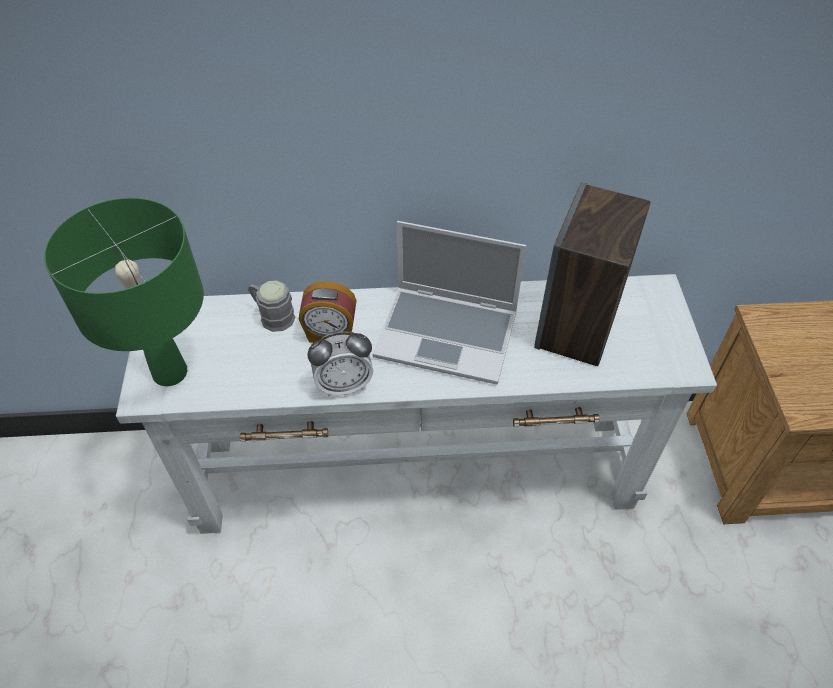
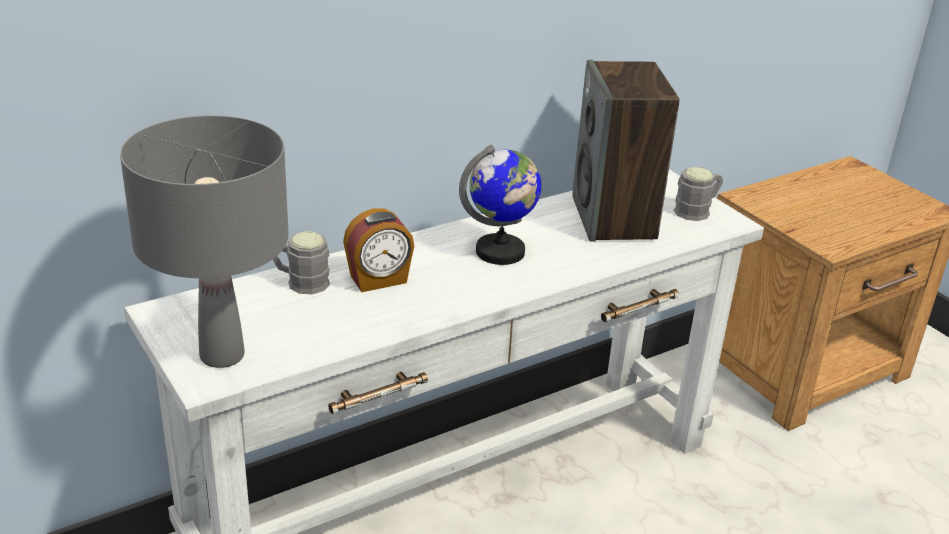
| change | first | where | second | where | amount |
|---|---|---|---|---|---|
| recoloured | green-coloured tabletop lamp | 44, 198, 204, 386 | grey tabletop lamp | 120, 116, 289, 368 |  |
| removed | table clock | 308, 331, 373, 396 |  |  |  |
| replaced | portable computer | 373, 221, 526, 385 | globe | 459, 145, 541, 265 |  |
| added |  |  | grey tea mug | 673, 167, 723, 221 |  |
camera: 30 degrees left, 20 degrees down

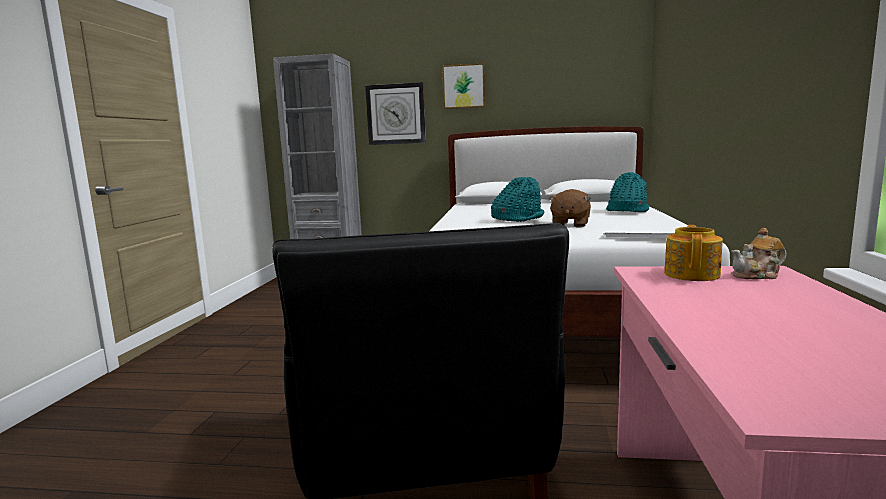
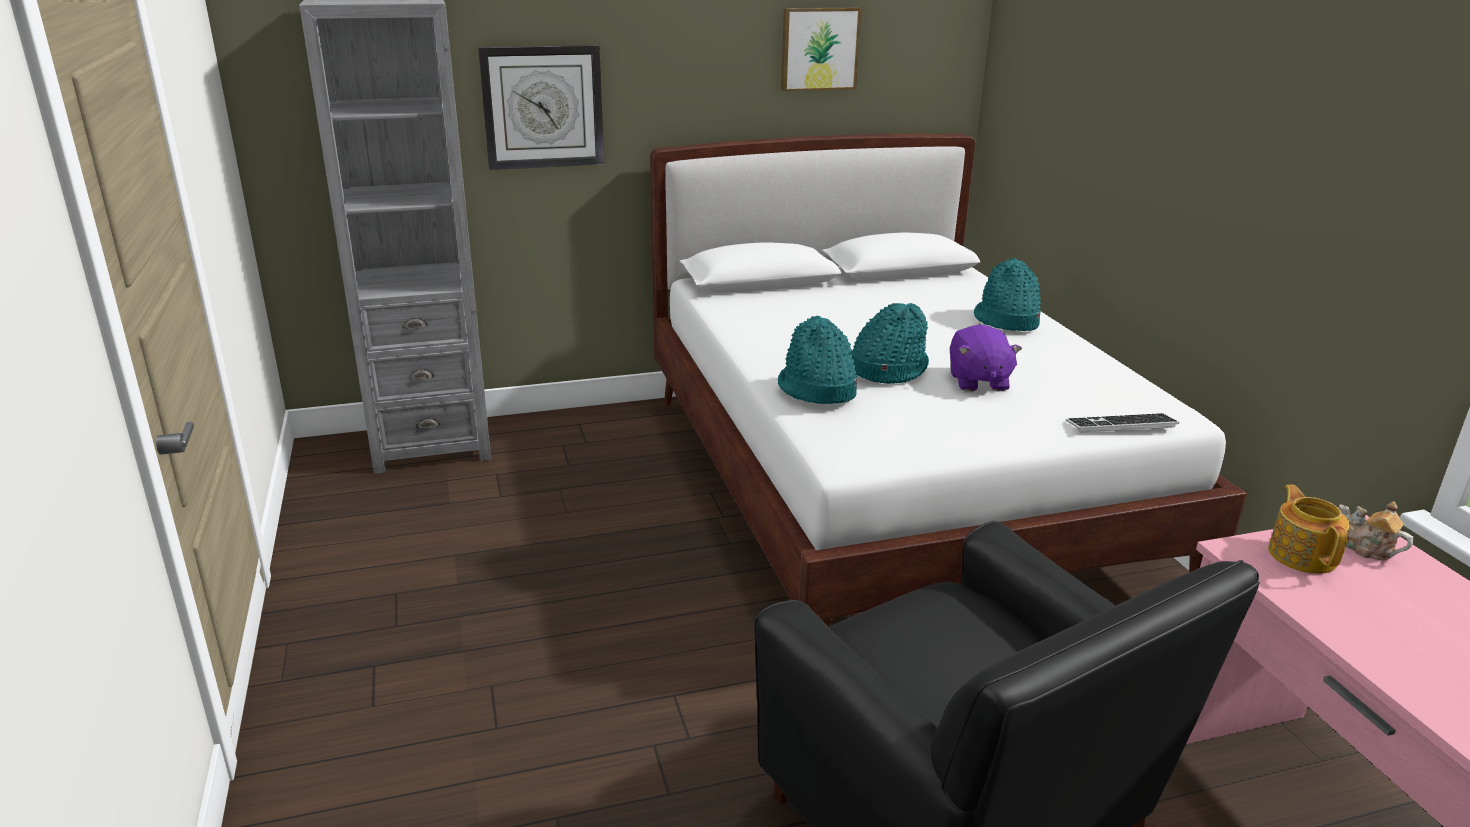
| change | first | where | second | where | amount |
|---|---|---|---|---|---|
| moved | picture | 442, 63, 485, 109 |  | 781, 7, 861, 92 |  |
| recoloured | brown-coloured cuddly toy | 548, 189, 591, 227 | purple-coloured cuddly toy | 950, 325, 1022, 392 |  |
| turned | teapot | 731, 228, 786, 279 |  | 1339, 501, 1413, 560 | 90 degrees clockwise |
| added |  |  | blue-green wearable hat | 778, 316, 857, 404 |  |
camera: 25 degrees left, 15 degrees up

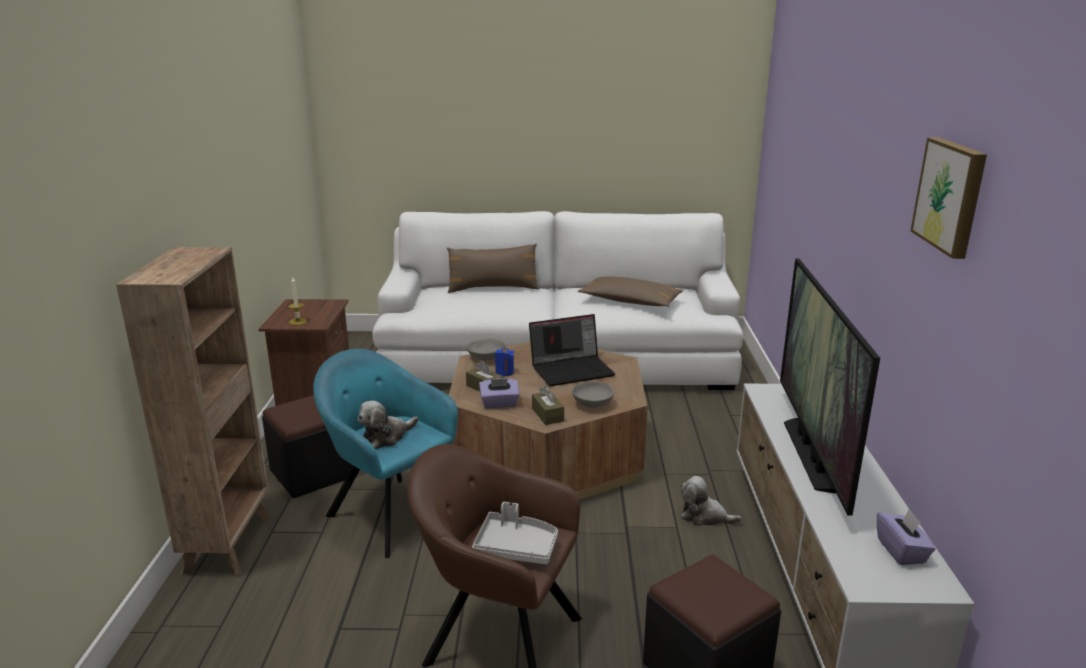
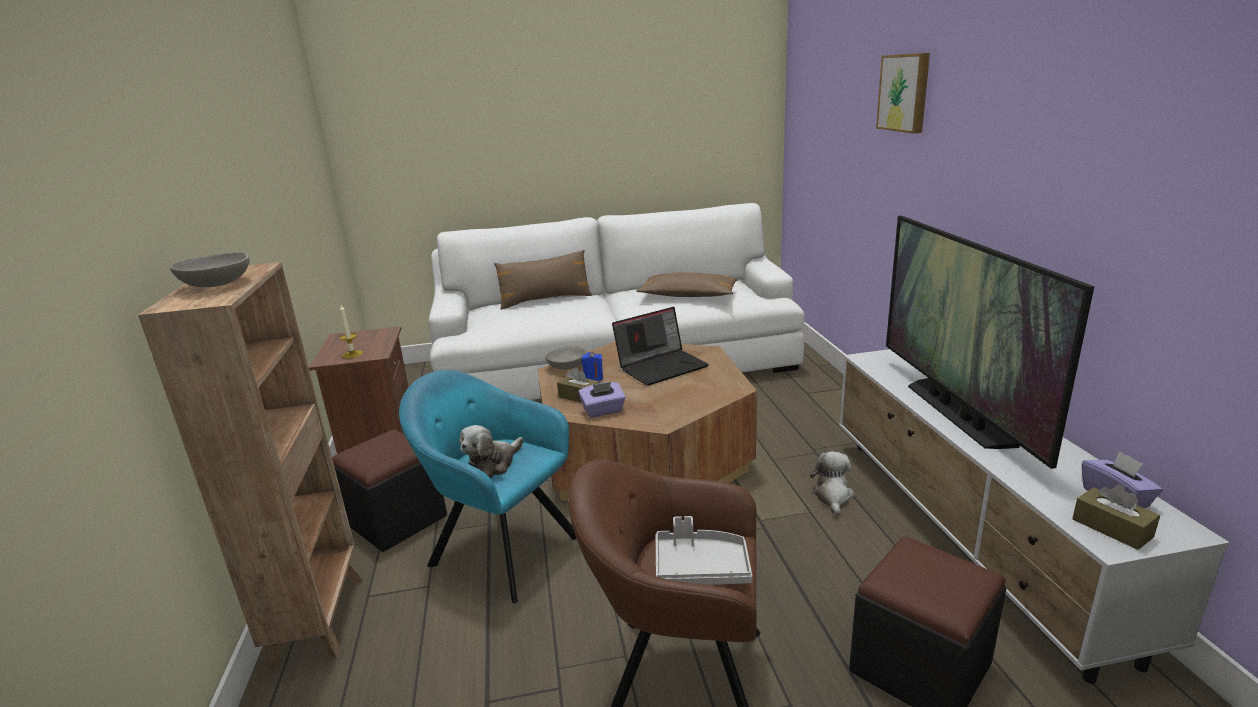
| change | first | where | second | where | amount |
|---|---|---|---|---|---|
| moved | brown-coloured tissue box | 532, 386, 564, 425 |  | 1072, 485, 1160, 550 |  |
| moved | grey deep dish | 572, 382, 614, 408 |  | 170, 252, 249, 287 |  |
| turned | cuddly toy | 680, 476, 742, 526 |  | 810, 451, 854, 516 | 90 degrees clockwise |
| moved | picture | 911, 137, 987, 259 |  | 876, 53, 930, 134 |  |
camera: 10 degrees left, 0 degrees up

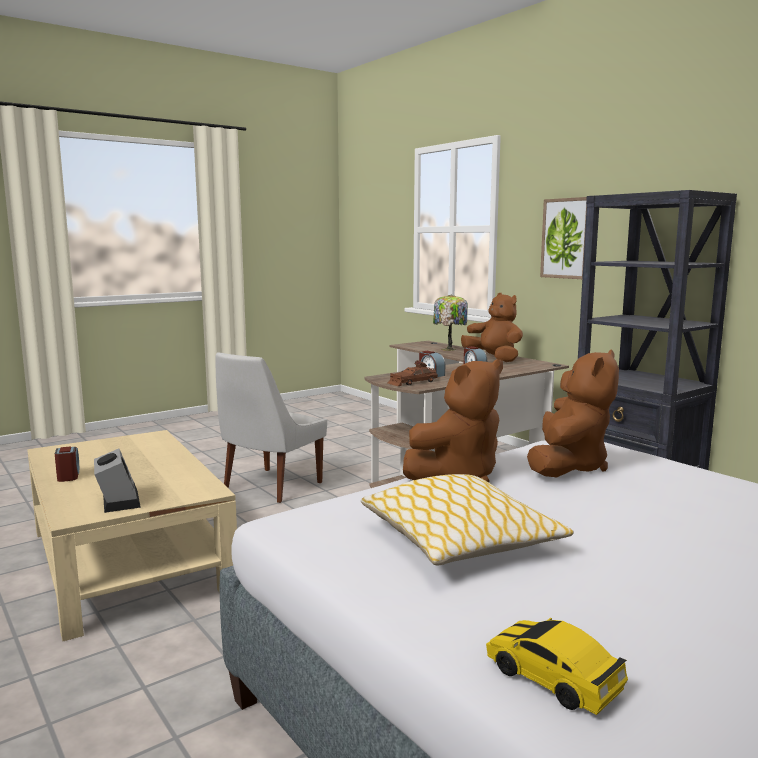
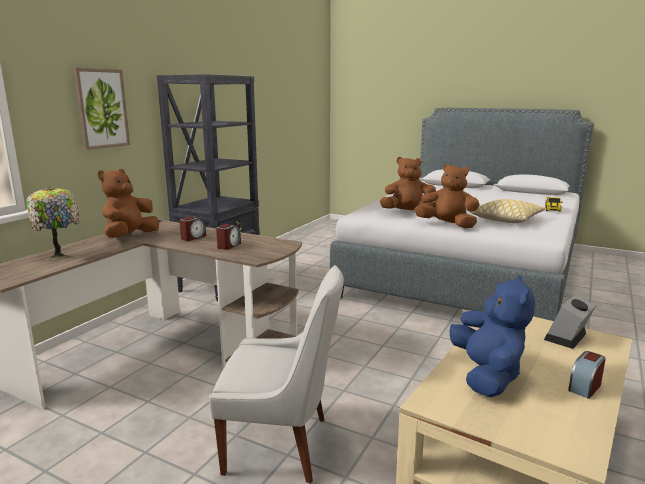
| change | first | where | second | where | amount |
|---|---|---|---|---|---|
| removed | brown-coloured miniature car | 388, 360, 438, 386 |  |  |  |
| added |  |  | blue-coloured cuddly toy | 449, 275, 535, 398 |  |
camera: 115 degrees left, 5 degrees up

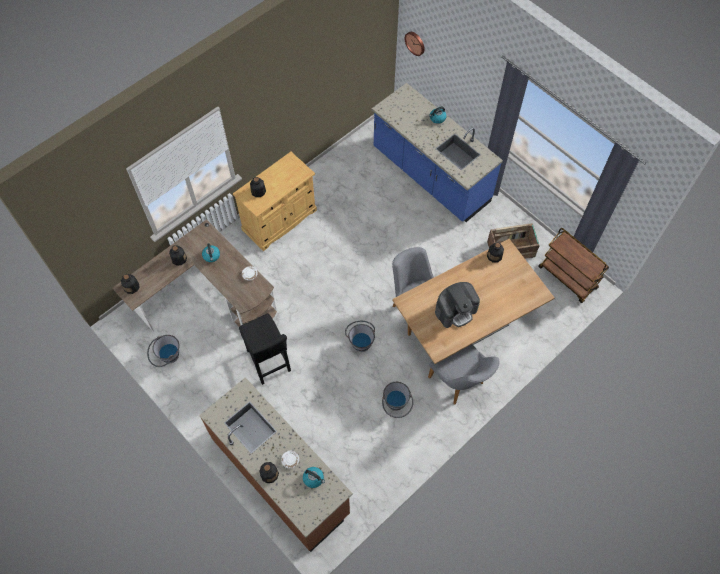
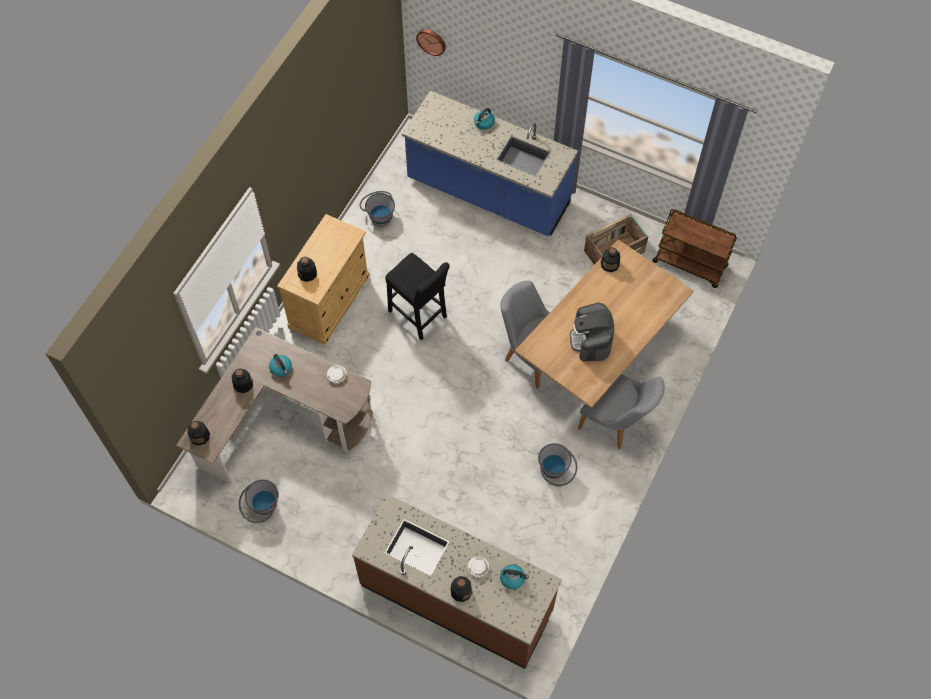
| change | first | where | second | where | amount |
|---|---|---|---|---|---|
| moved | black-coloured stool seat | 239, 314, 291, 385 |  | 385, 253, 450, 341 |  |
| moved | grey pail | 345, 321, 375, 352 |  | 360, 191, 395, 227 |  |
| turned | coffee brewer | 435, 282, 480, 328 |  | 570, 303, 614, 362 | 135 degrees clockwise |
camera: 20 degrees left, 0 degrees up

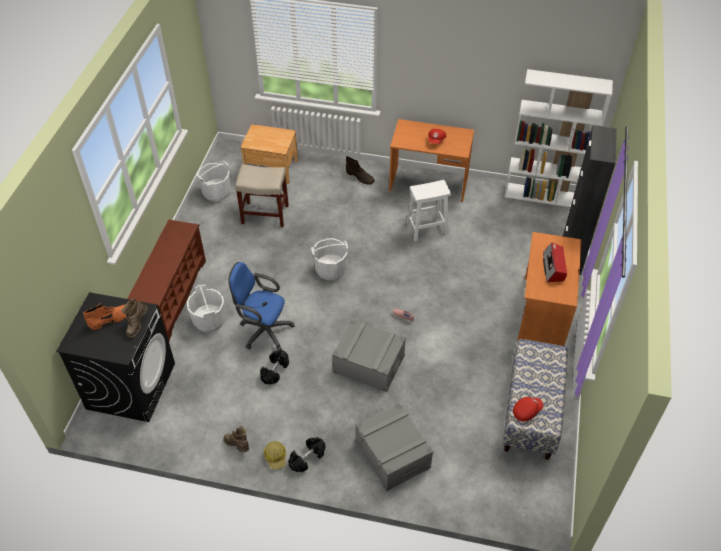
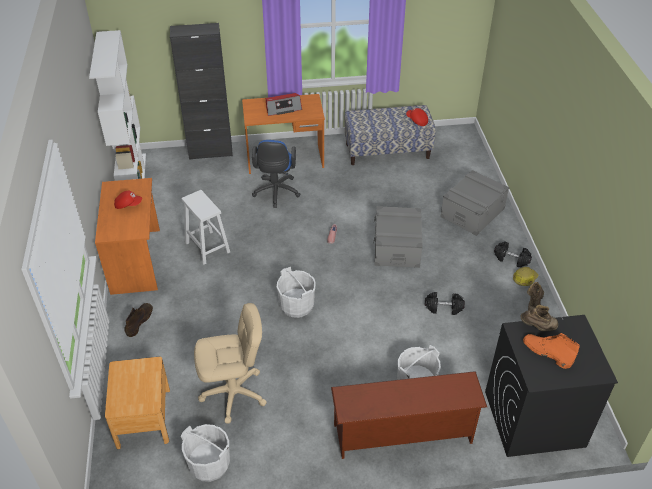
| change | first | where | second | where | amount |
|---|---|---|---|---|---|
| moved | blue-coloured office chair | 229, 262, 295, 350 |  | 252, 140, 300, 208 |  |
| replaced | beige-coloured stool seat | 235, 164, 289, 227 | beige-coloured office chair | 194, 303, 267, 424 |  |
camera: 110 degrees left, 5 degrees down

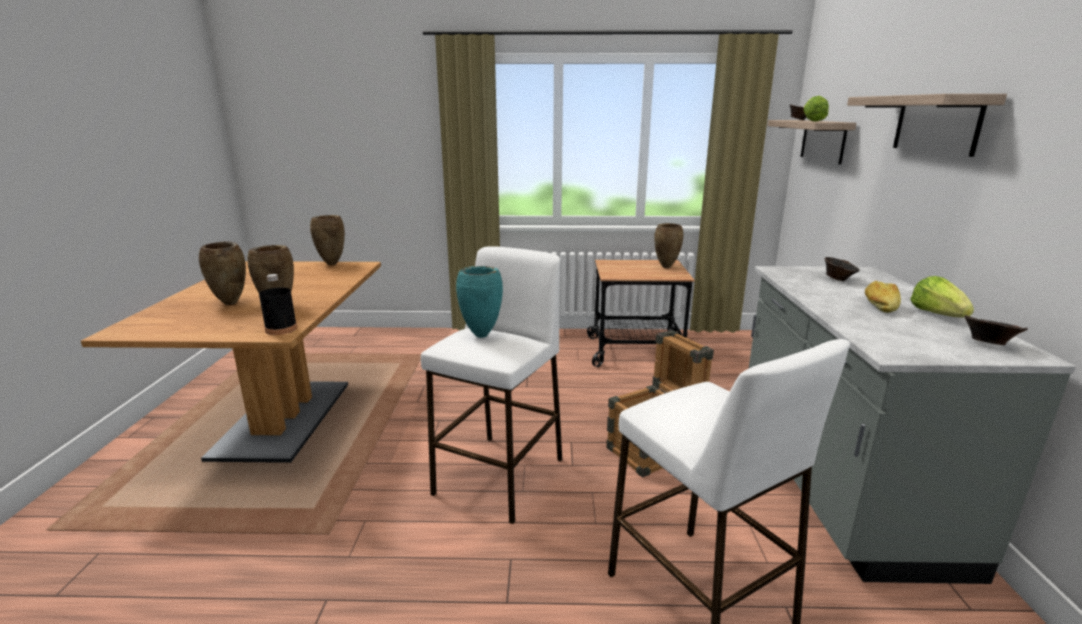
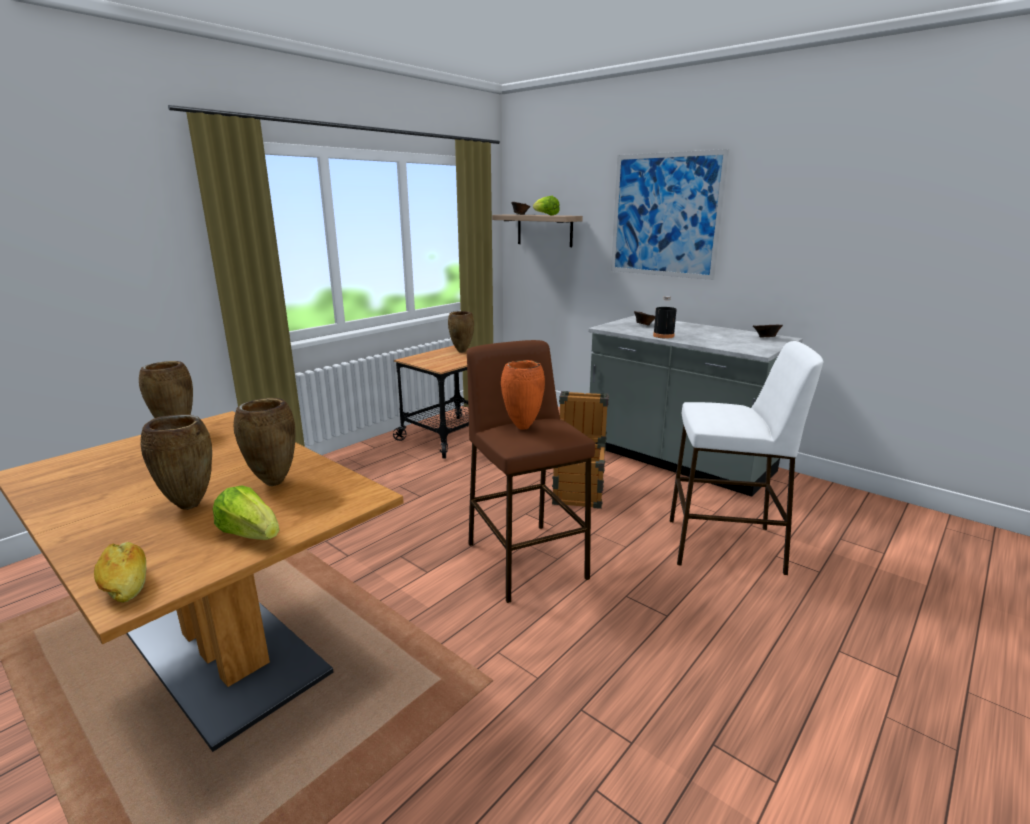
| change | first | where | second | where | amount |
|---|---|---|---|---|---|
| moved | black-coloured drink bottle | 259, 274, 297, 335 |  | 653, 296, 677, 339 |  |
| recoloured | whitish stool seat | 421, 246, 562, 524 | brown-coloured stool seat | 467, 340, 595, 603 |  |
| recoloured | blue-green vase | 456, 266, 503, 338 | orangey vase | 501, 360, 545, 430 |  |
| replaced | shelf | 847, 94, 1007, 157 | picture | 611, 149, 730, 280 |  |
| moved | baked bread | 865, 281, 901, 313 |  | 94, 542, 146, 603 |  |
| moved | head of lettuce | 910, 276, 974, 318 |  | 213, 485, 279, 540 |  |
camera: 50 degrees left, 0 degrees up

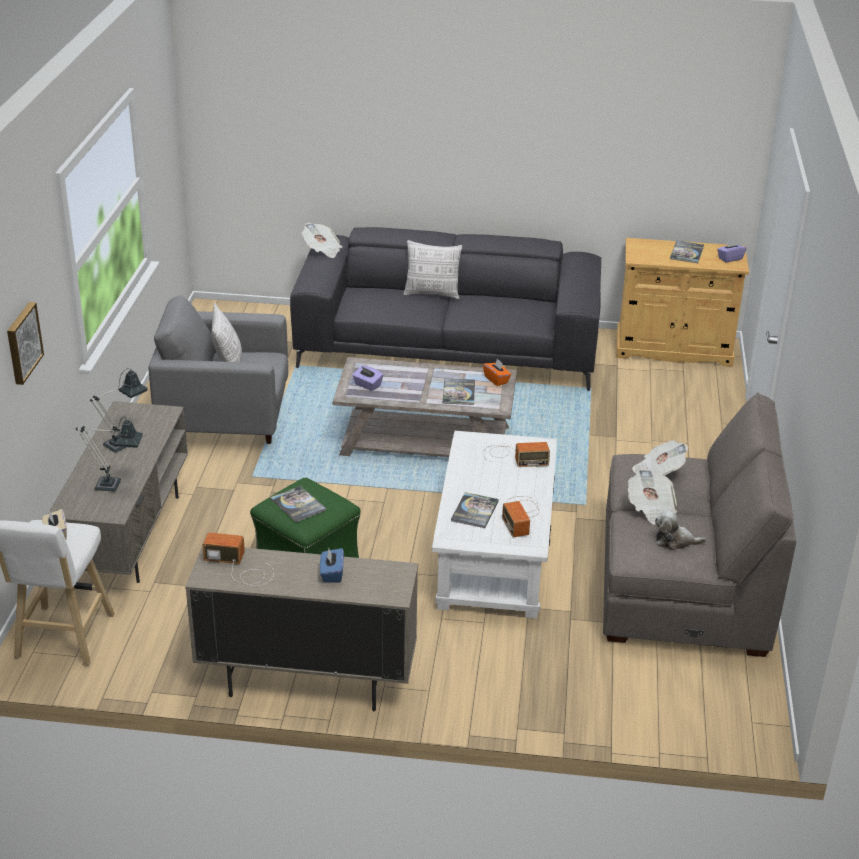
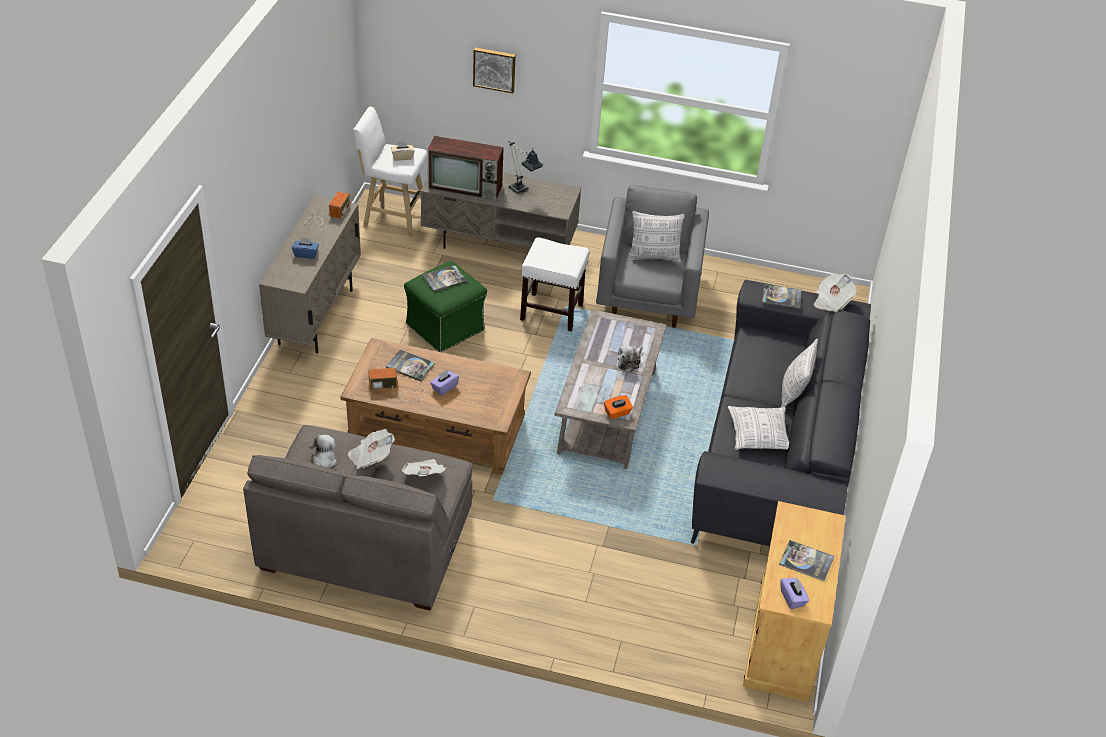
| change | first | where | second | where | amount |
|---|---|---|---|---|---|
| replaced | tabletop lamp | 76, 417, 143, 491 | television | 428, 136, 504, 200 |  |
| moved | purple-coloured tissue box | 352, 366, 383, 391 |  | 430, 370, 459, 395 |  |
| recoloured | whitish lounge table | 432, 431, 557, 619 | brown-coloured lounge table | 340, 338, 531, 475 |  |
| moved | volume | 442, 378, 475, 405 |  | 762, 284, 802, 308 |  |
| removed | radio receiver | 483, 442, 550, 467 |  |  |  |
| added |  |  | whitish stool seat | 520, 237, 589, 331 |  |
| added |  |  | cuddly toy | 618, 345, 643, 373 |  |
| added |  |  | cushion | 728, 406, 789, 450 |  |
camera: 95 degrees right, 10 degrees up

